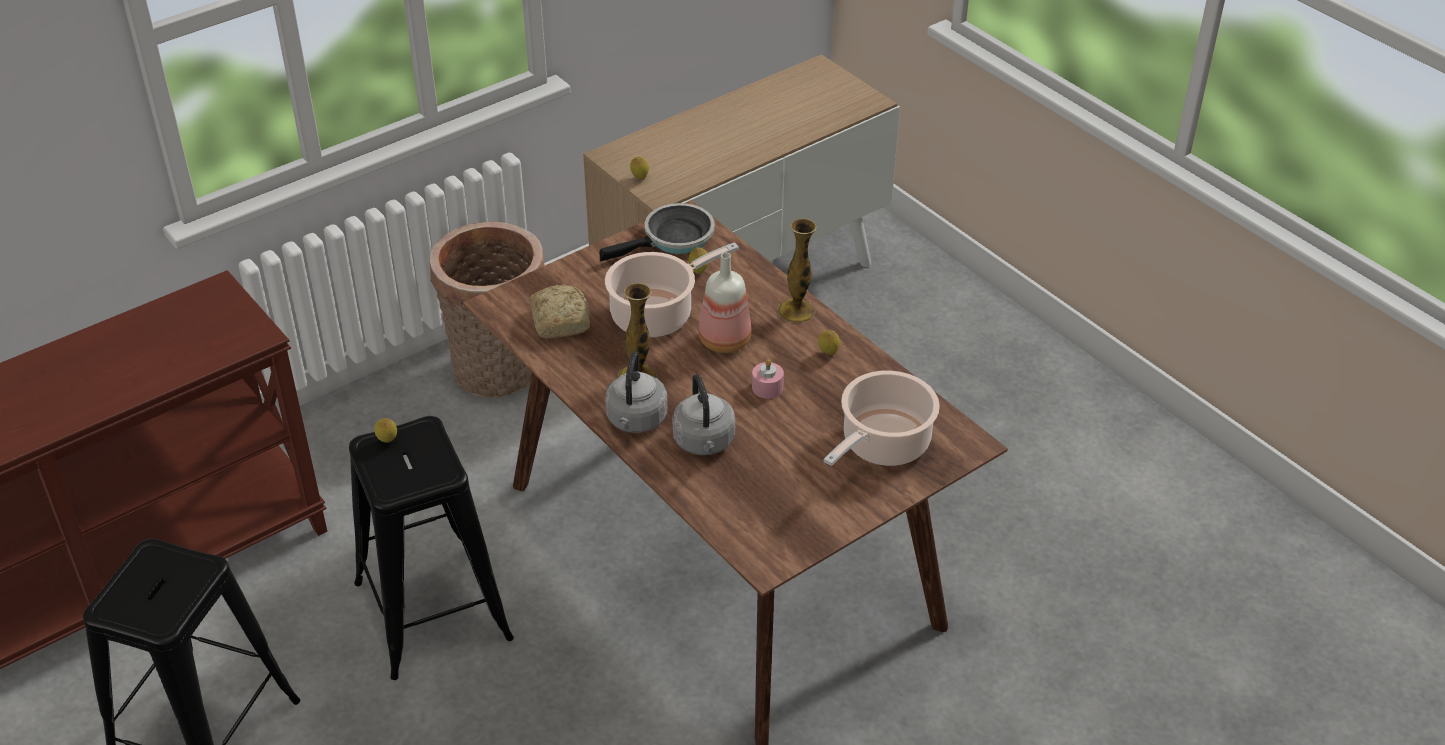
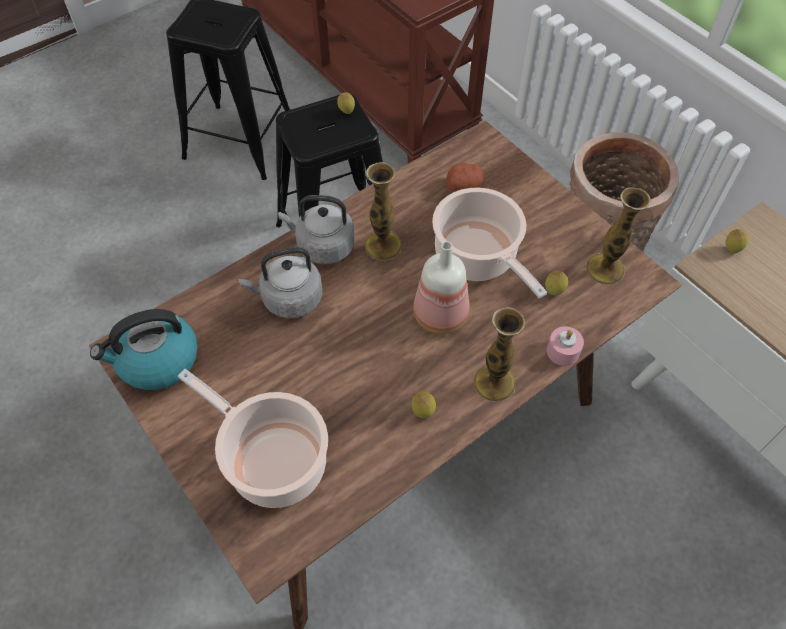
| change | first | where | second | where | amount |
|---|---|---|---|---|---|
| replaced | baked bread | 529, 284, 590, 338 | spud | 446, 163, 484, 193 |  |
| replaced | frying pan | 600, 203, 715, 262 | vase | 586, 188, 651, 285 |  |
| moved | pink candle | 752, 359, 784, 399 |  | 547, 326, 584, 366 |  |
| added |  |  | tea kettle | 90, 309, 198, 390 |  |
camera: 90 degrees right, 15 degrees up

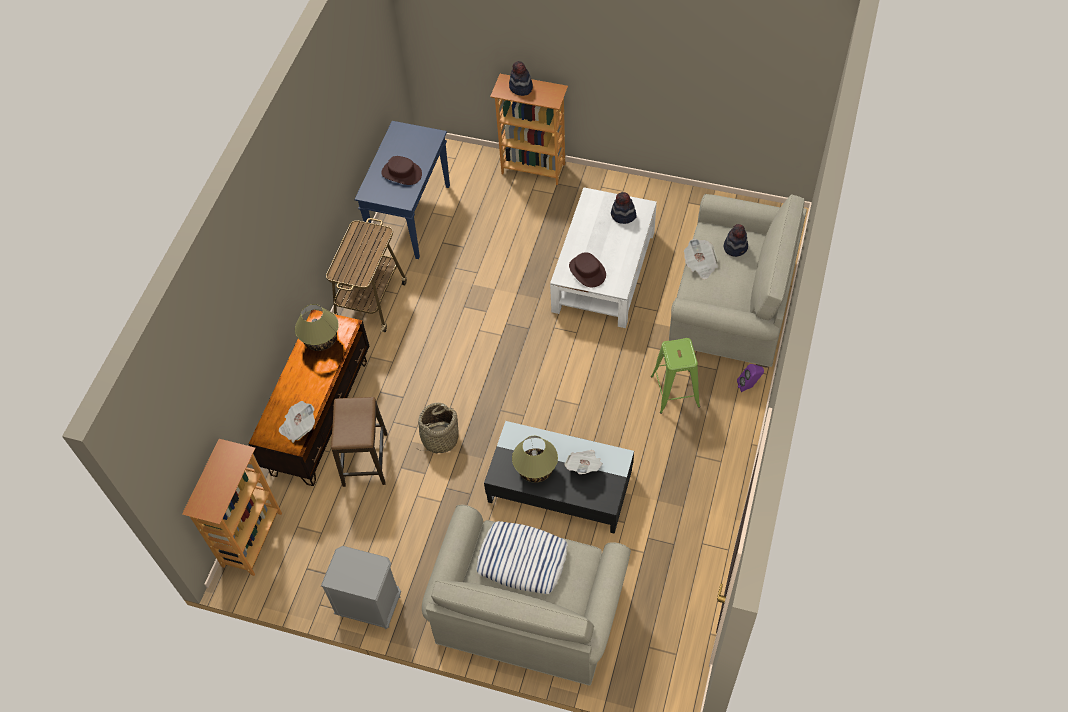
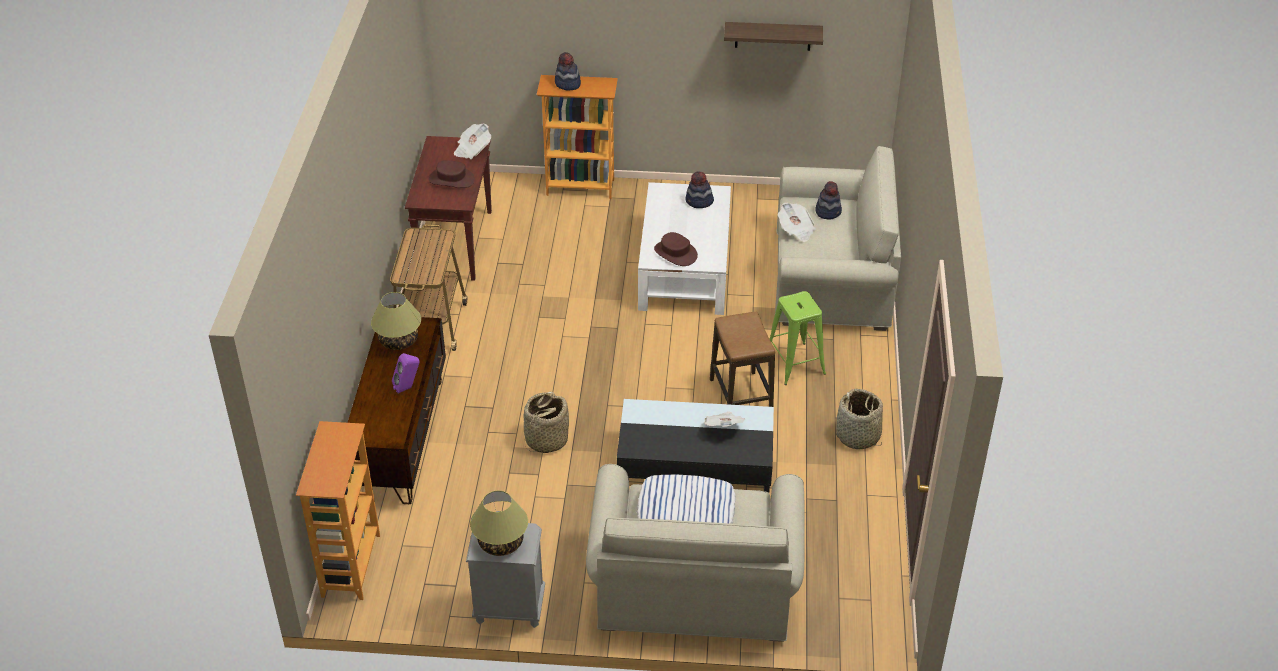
| change | first | where | second | where | amount |
|---|---|---|---|---|---|
| moved | newspaper | 279, 401, 315, 443 |  | 454, 124, 491, 159 |  |
| moved | stool seat | 331, 397, 387, 487 |  | 710, 311, 775, 407 |  |
| recoloured | blue-coloured console table | 355, 121, 450, 259 | brown-coloured console table | 405, 136, 492, 281 |  |
| moved | tabletop lamp | 512, 436, 558, 483 |  | 470, 491, 528, 556 |  |
| moved | purple-coloured speaker | 737, 364, 764, 392 |  | 392, 353, 419, 393 |  |
| added |  |  | shelf | 724, 22, 823, 51 |  |
| added |  |  | storage basket | 836, 389, 883, 449 |  |
camera: 15 degrees left, 15 degrees down

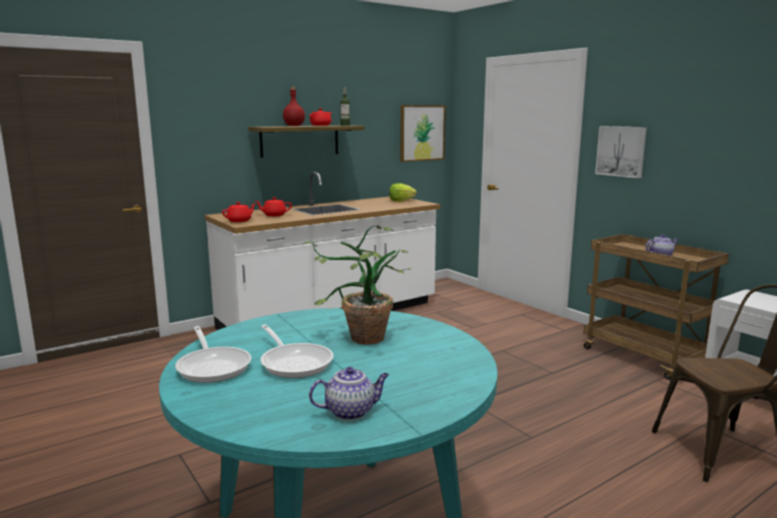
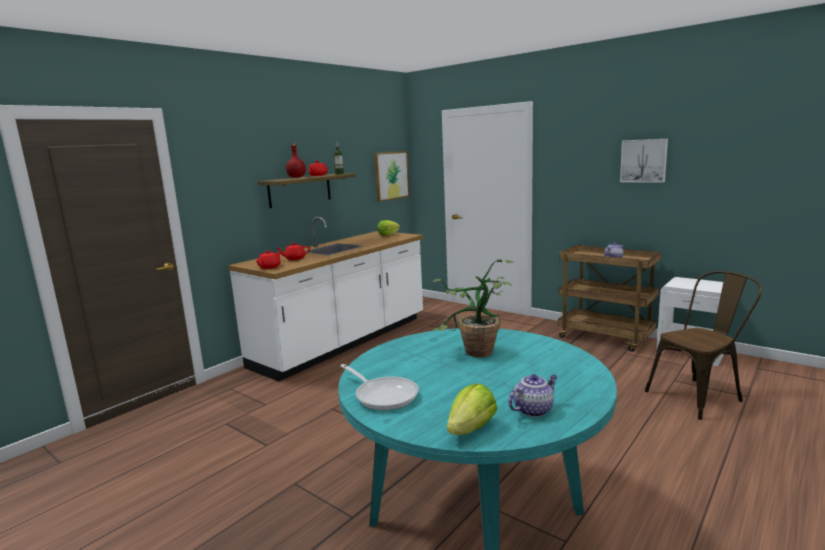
| change | first | where | second | where | amount |
|---|---|---|---|---|---|
| removed | frying pan | 261, 324, 333, 378 |  |  |  |
| moved | picture | 595, 126, 647, 178 |  | 620, 139, 668, 183 |  |
| added |  |  | head of lettuce | 447, 383, 497, 435 |  |
camera: 15 degrees left, 0 degrees up

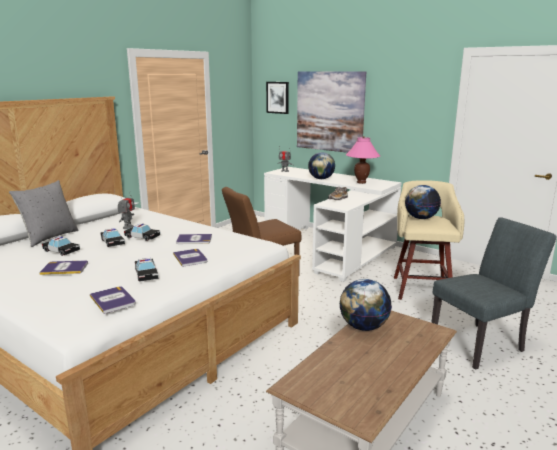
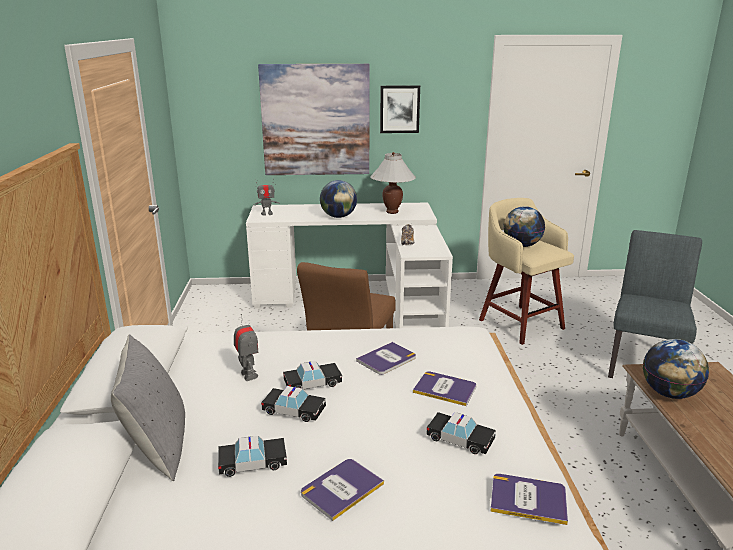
| change | first | where | second | where | amount |
|---|---|---|---|---|---|
| moved | picture | 266, 82, 289, 114 |  | 380, 85, 420, 133 |  |
| recoloured | pink tabletop lamp | 346, 136, 380, 184 | whitish tabletop lamp | 370, 152, 416, 214 |  |
camera: 40 degrees left, 5 degrees up

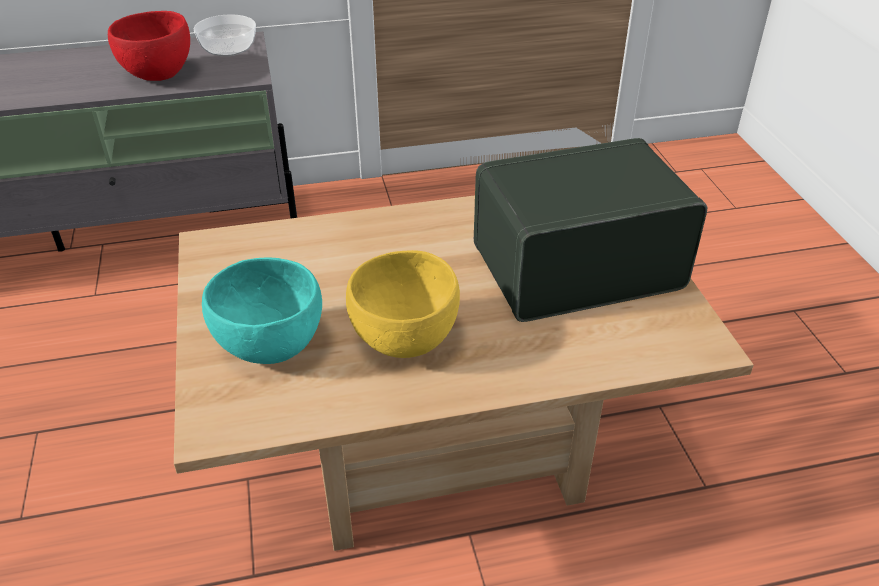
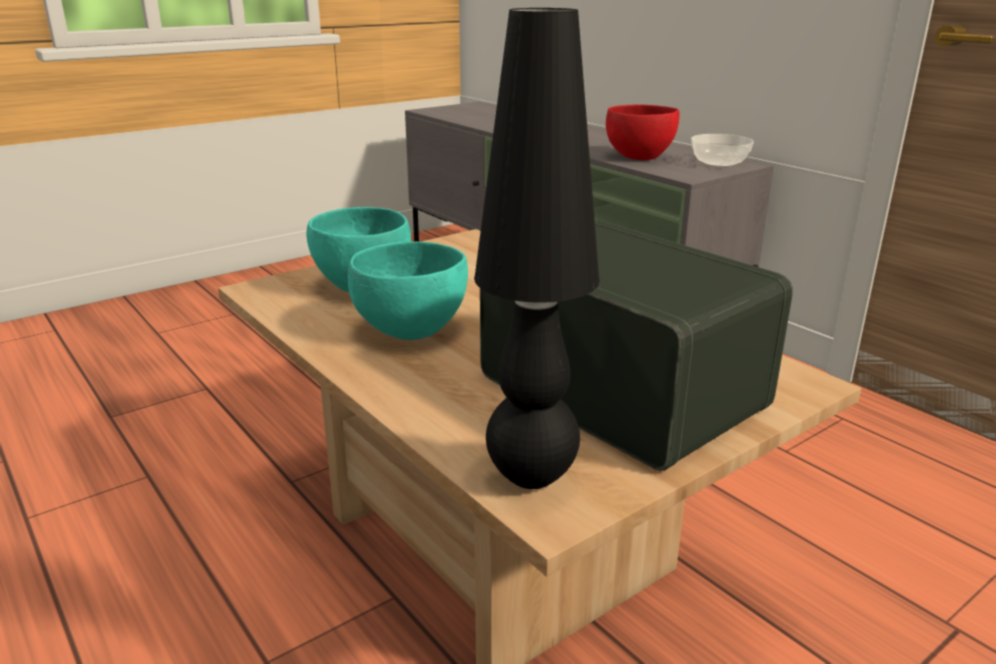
| change | first | where | second | where | amount |
|---|---|---|---|---|---|
| recoloured | yellowish deep dish | 346, 250, 460, 358 | blue-green deep dish | 348, 241, 468, 340 |  |
| added |  |  | black-coloured tabletop lamp | 474, 8, 600, 489 |  |
camera: 65 degrees right, 15 degrees down

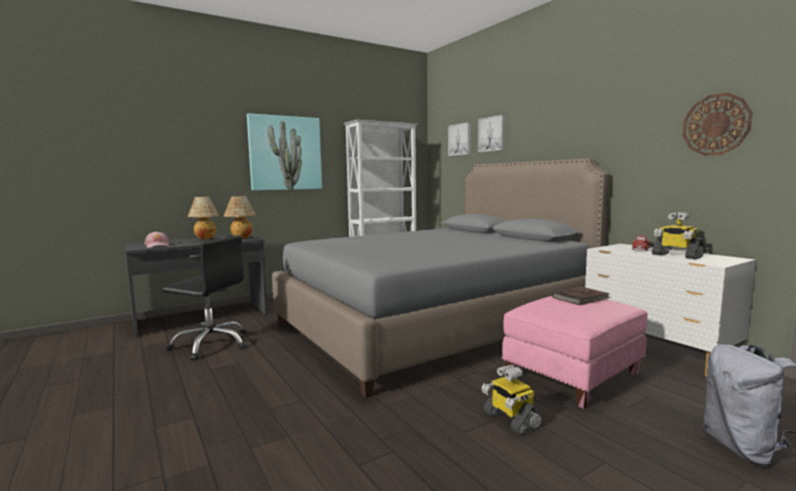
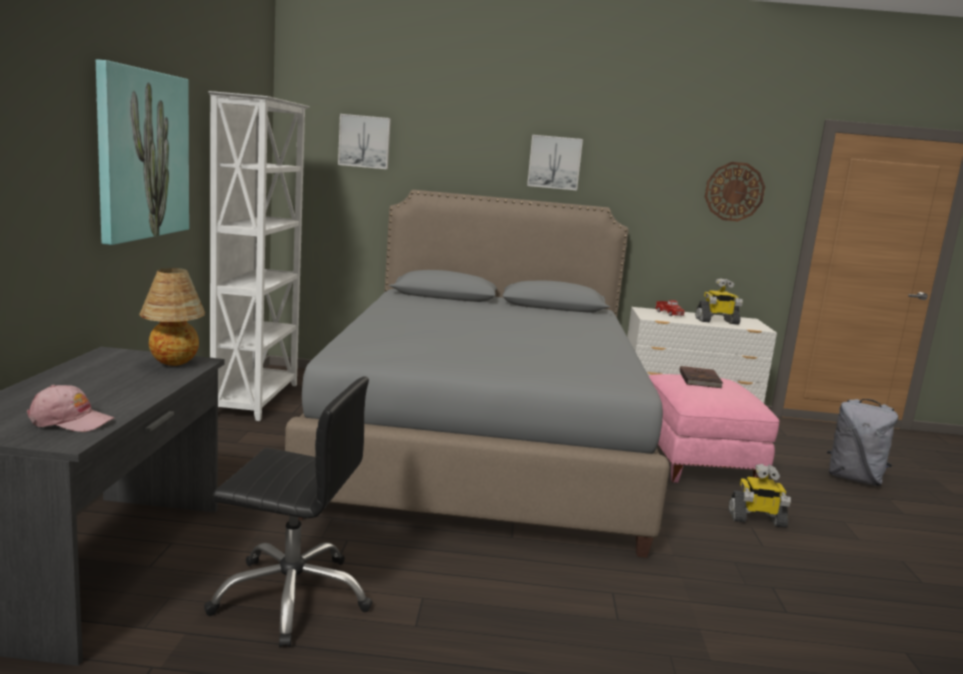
| change | first | where | second | where | amount |
|---|---|---|---|---|---|
| turned | black-coloured office chair | 162, 235, 246, 360 |  | 204, 377, 373, 647 | 45 degrees clockwise |
| removed | tabletop lamp | 188, 197, 219, 240 |  |  |  |
| moved | picture | 478, 115, 505, 152 |  | 527, 135, 583, 190 |  |
camera: 55 degrees left, 5 degrees up

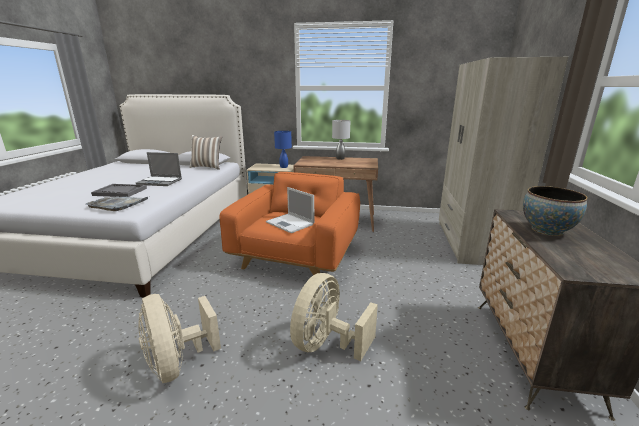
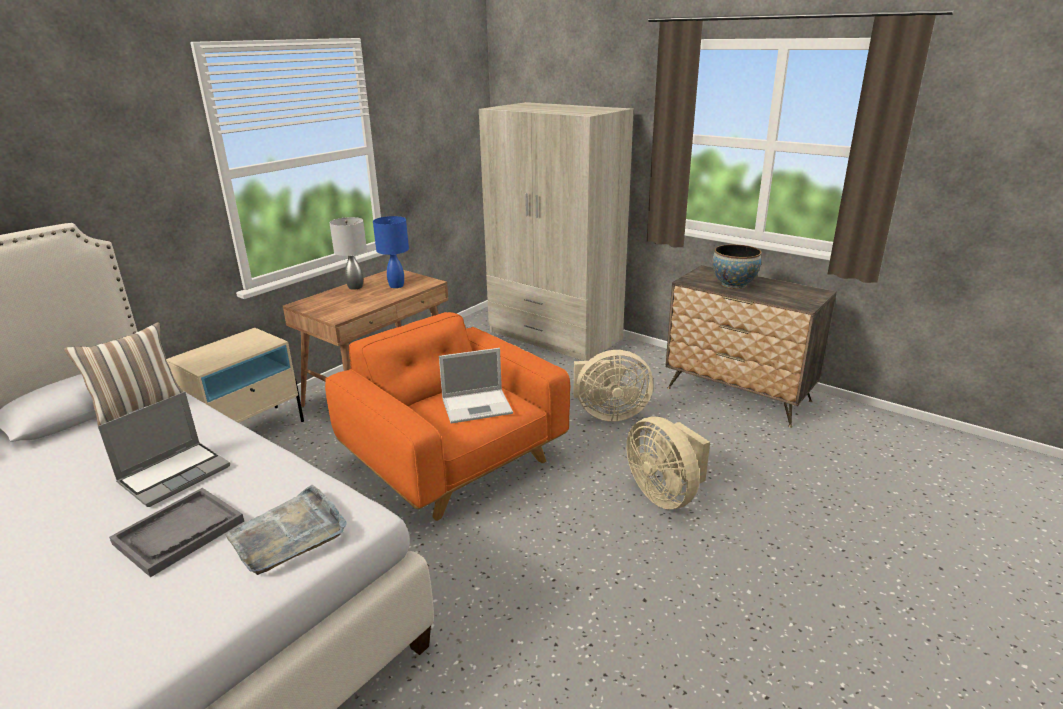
| change | first | where | second | where | amount |
|---|---|---|---|---|---|
| moved | beige-coloured electric fan | 138, 294, 221, 383 |  | 574, 350, 653, 422 |  |
| moved | blue-coloured tabletop lamp | 274, 131, 292, 168 |  | 373, 216, 409, 288 |  |
camera: 60 degrees left, 5 degrees up

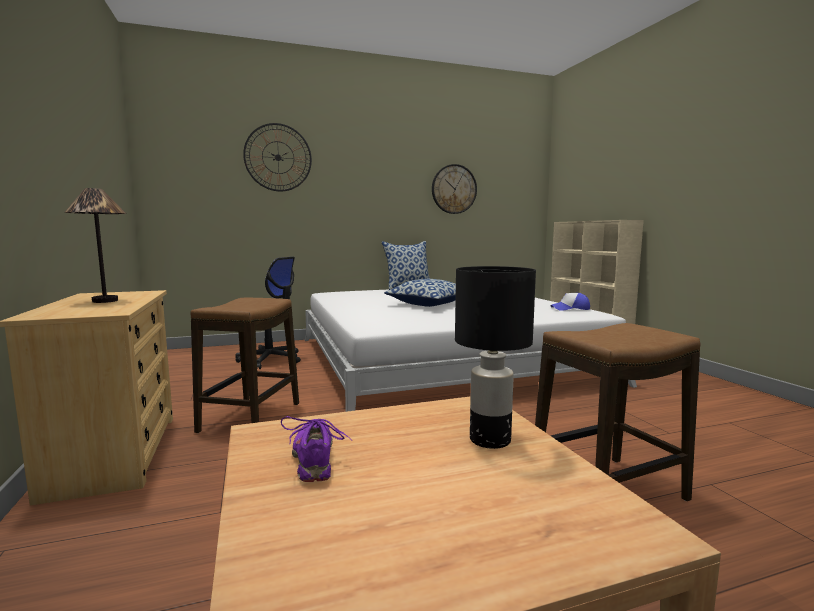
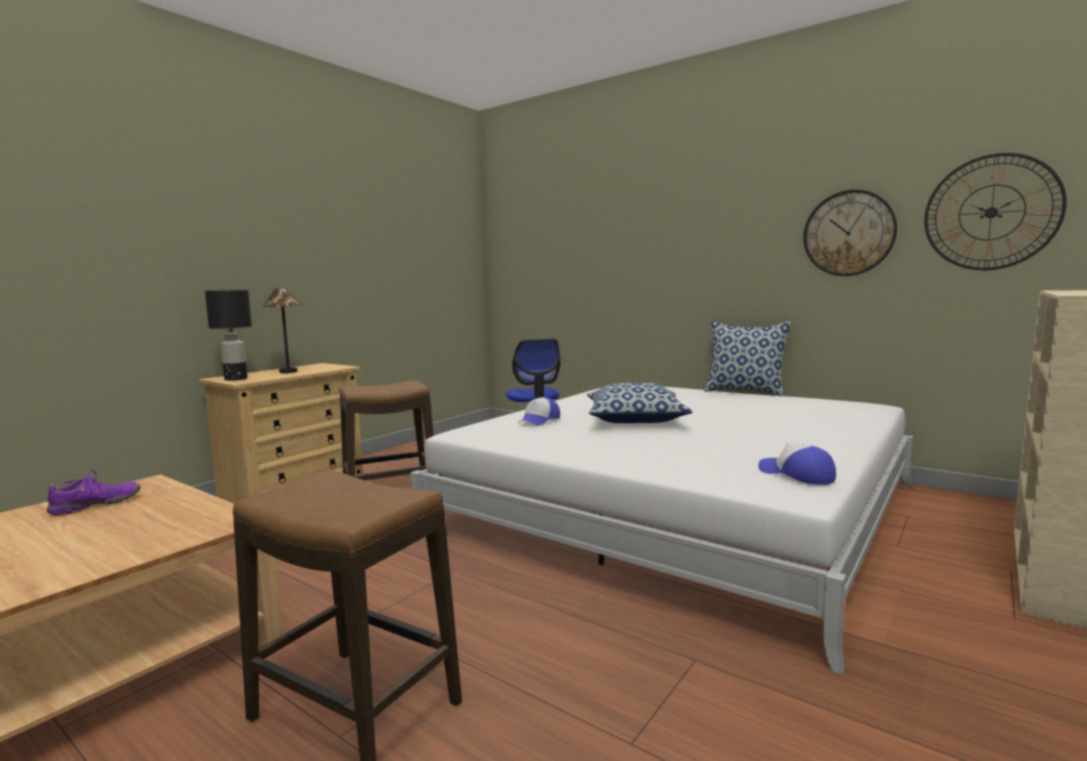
| change | first | where | second | where | amount |
|---|---|---|---|---|---|
| moved | hanging clock | 243, 123, 312, 191 |  | 924, 153, 1067, 270 |  |
| moved | black-coloured tabletop lamp | 455, 266, 536, 449 |  | 205, 290, 252, 381 |  |
| added |  |  | cap | 519, 397, 560, 426 |  |
camera: 55 degrees right, 0 degrees up

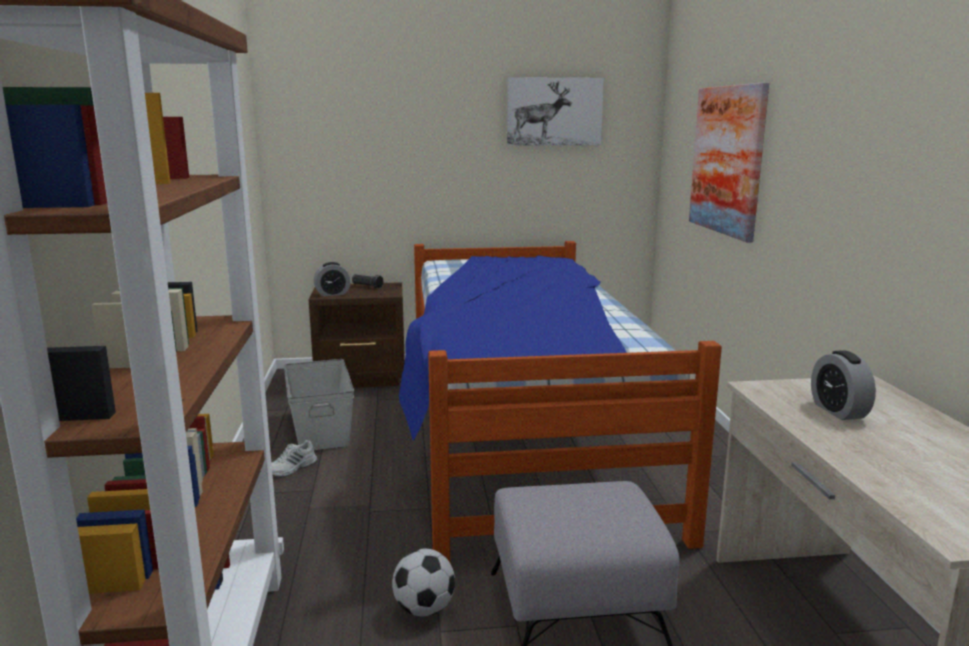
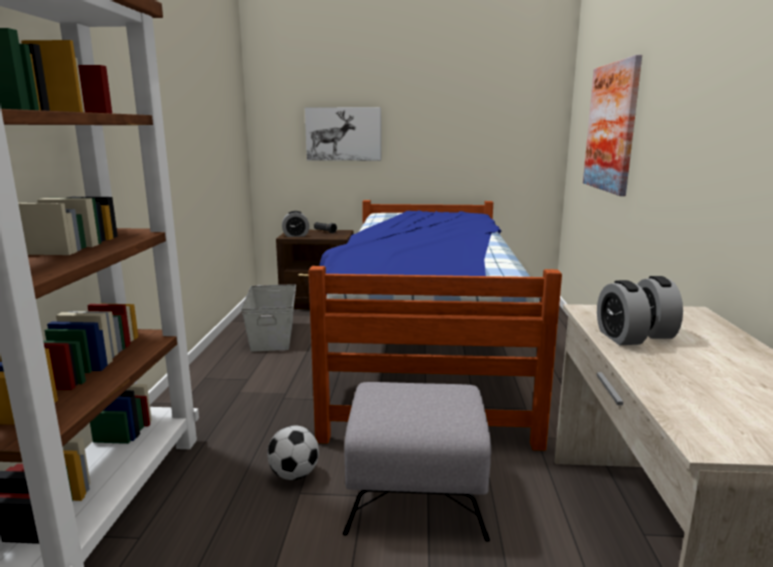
| change | first | where | second | where | amount |
|---|---|---|---|---|---|
| removed | whitish low shoe | 272, 440, 317, 477 |  |  |  |
| moved | picture | 507, 77, 604, 146 |  | 305, 107, 381, 161 |  |
| added |  |  | table clock | 597, 280, 651, 345 |  |
camera: 10 degrees right, 0 degrees up

